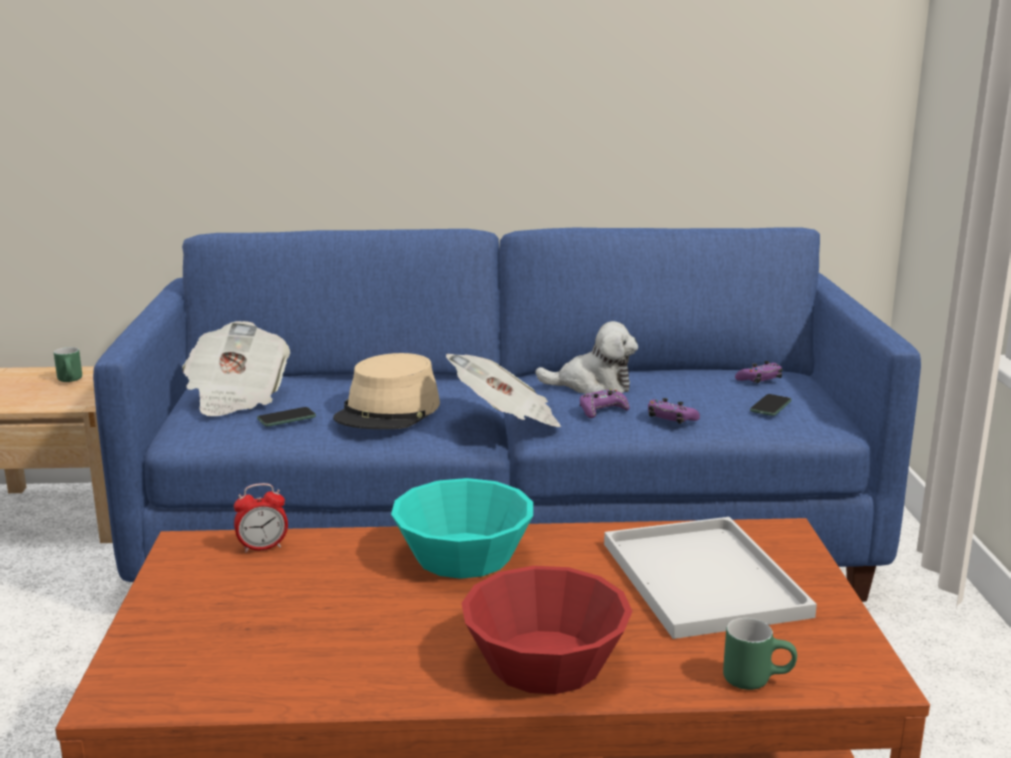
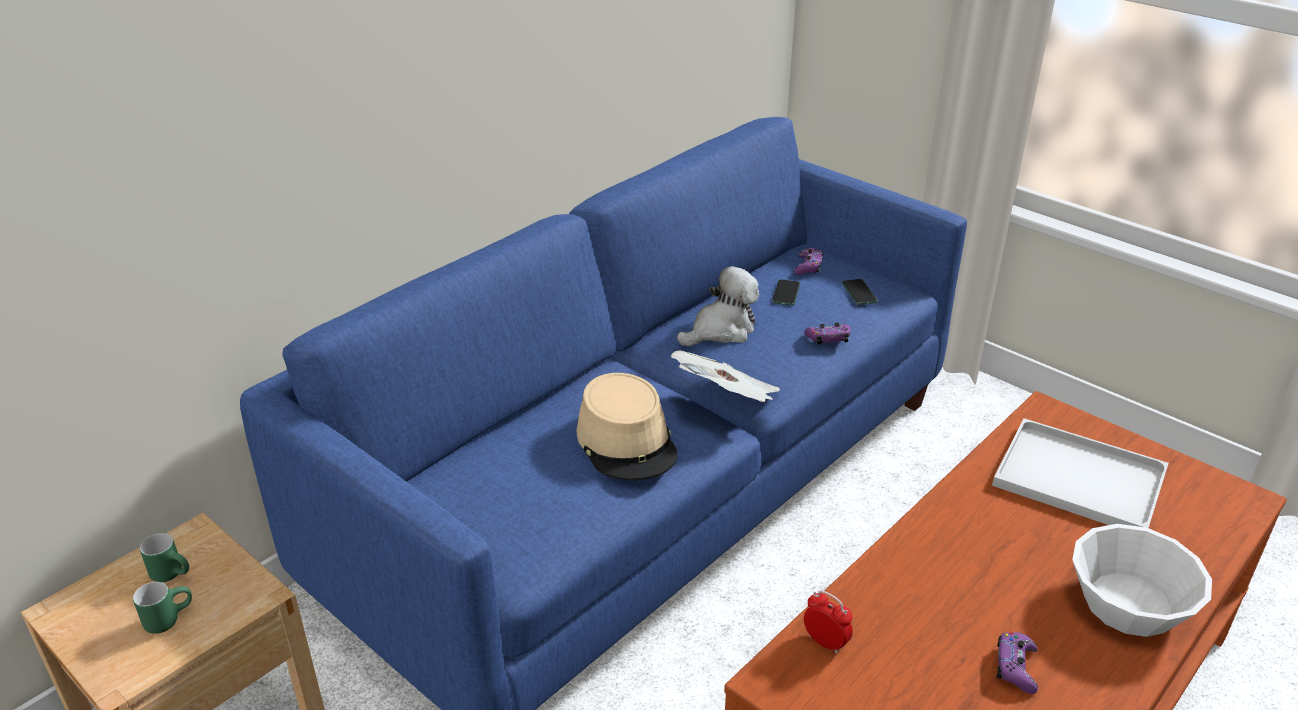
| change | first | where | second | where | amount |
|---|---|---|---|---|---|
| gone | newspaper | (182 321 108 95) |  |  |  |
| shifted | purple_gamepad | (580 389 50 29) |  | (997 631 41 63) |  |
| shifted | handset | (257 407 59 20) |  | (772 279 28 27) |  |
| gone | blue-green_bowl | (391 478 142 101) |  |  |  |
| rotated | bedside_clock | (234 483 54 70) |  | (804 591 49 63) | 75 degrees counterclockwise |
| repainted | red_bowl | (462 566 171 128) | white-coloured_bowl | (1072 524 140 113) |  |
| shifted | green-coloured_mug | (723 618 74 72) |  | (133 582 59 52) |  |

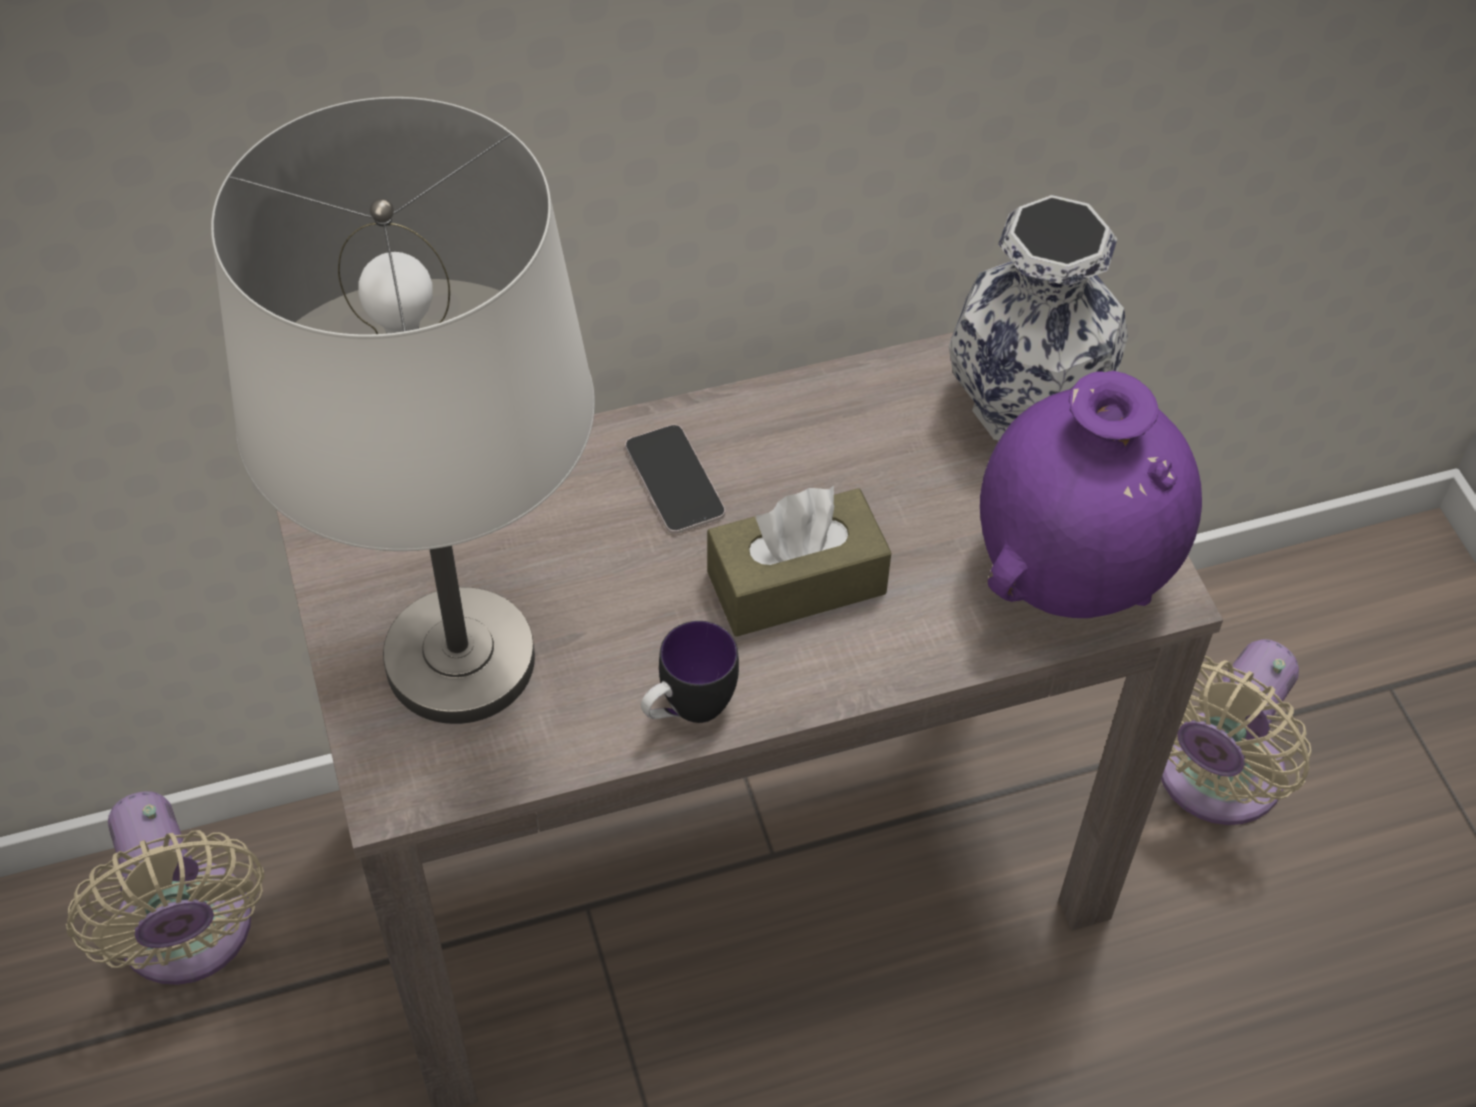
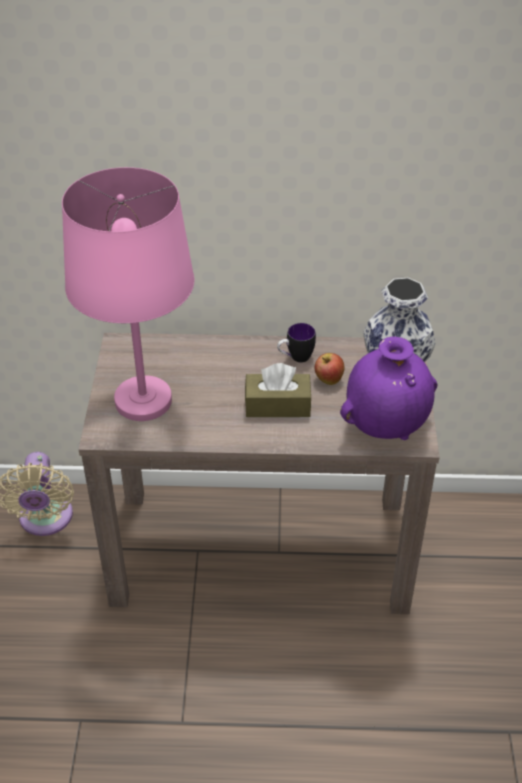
| change | first | where | second | where | amount |
|---|---|---|---|---|---|
| repainted | white-coloured_tabletop_lamp | (211 97 384 627) | pinkish_tabletop_lamp | (62 167 132 254) |  |
| gone | handset | (625 424 100 110) |  |  |  |
| shifted | mug | (641 621 98 102) |  | (277 323 39 39) |  |
| gone | sand-coloured_fan | (1161 639 151 186) |  |  |  |
| new |  |  | whole_apple | (315 353 29 32) |  |

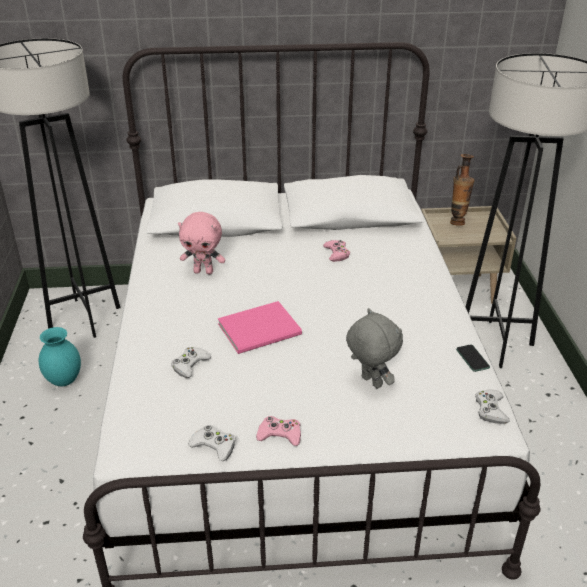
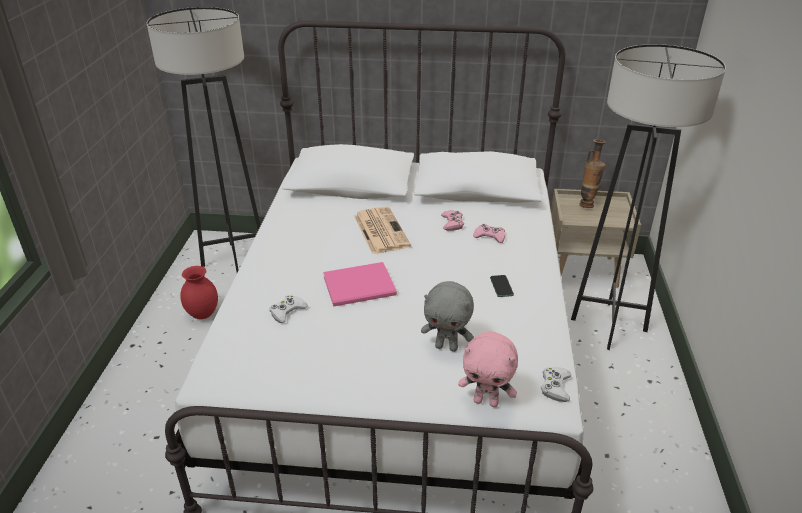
| change | first | where | second | where | amount |
|---|---|---|---|---|---|
| shifted | pinkish_plush_toy | (178 212 47 62) |  | (458 332 60 75) |  |
| rotated | gray_plush_toy | (346 308 57 81) |  | (421 281 53 71) | 135 degrees clockwise |
| repainted | blue-green_vase | (39 327 42 59) | red_vase | (180 266 38 53) |  |
| shifted | handset | (456 345 34 27) |  | (490 275 24 22) |  |
| shifted | pinkish_gamepad | (256 416 45 30) |  | (473 224 32 19) |  |
| gone | white-coloured_gamepad | (188 425 48 36) |  |  |  |
| new |  |  | newspaper | (354 207 57 47) |  |

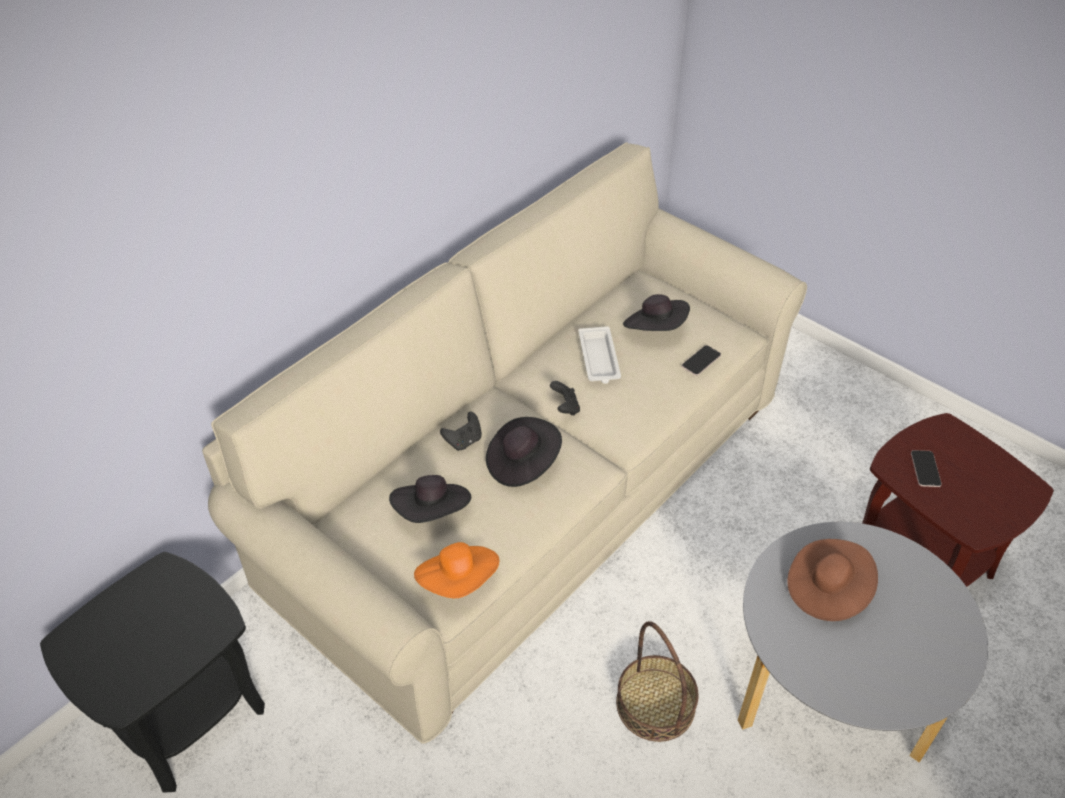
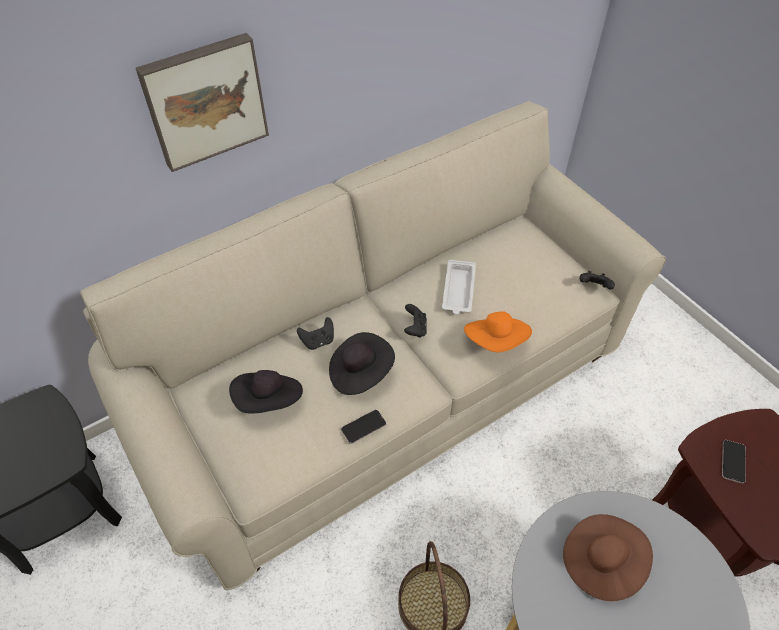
| change | first | where | second | where | amount |
|---|---|---|---|---|---|
| gone | black_hat | (623 294 67 37) |  |  |  |
| shifted | handset | (682 345 39 30) |  | (341 410 45 34) |  |
| shifted | orangey_hat | (414 542 85 56) |  | (464 311 68 41) |  |
| new |  |  | wall_art | (136 33 133 139) |  |
| new |  |  | black_gamepad | (579 271 36 19) |  |

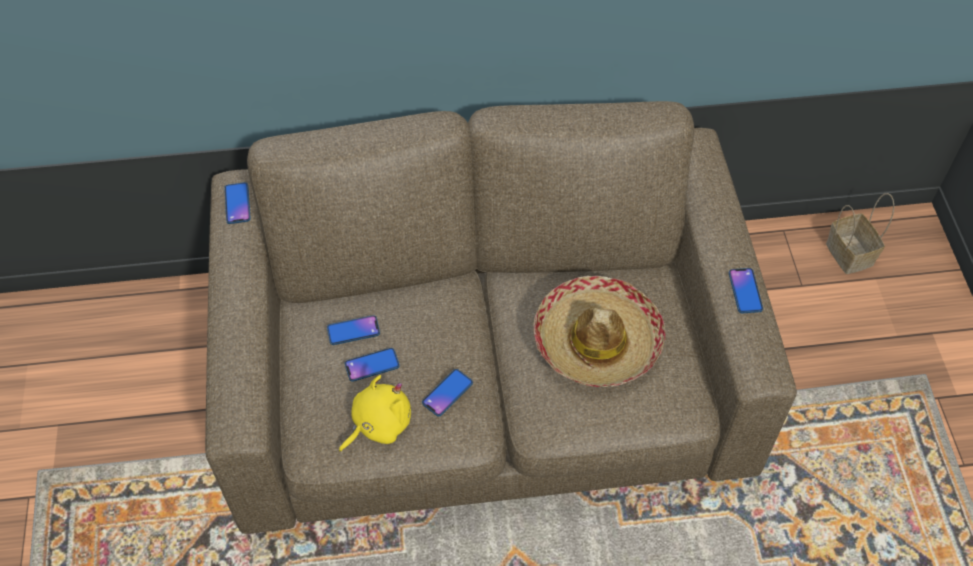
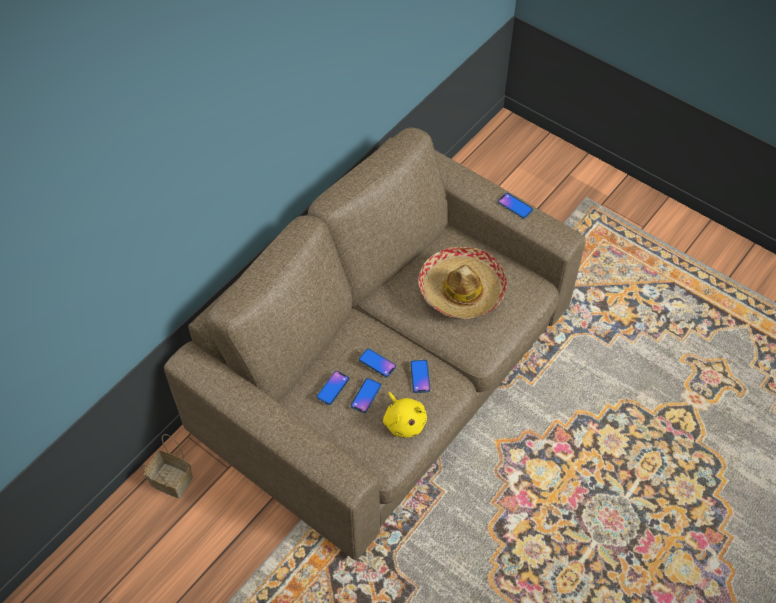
| change | first | where | second | where | amount |
|---|---|---|---|---|---|
| shifted | handset | (224 182 27 42) |  | (359 348 37 30) |  |
| shifted | storage_basket | (826 193 68 81) |  | (142 434 51 64) |  |
| rotated | yellowish_plush_toy | (339 375 72 77) |  | (383 392 44 46) | 150 degrees clockwise |

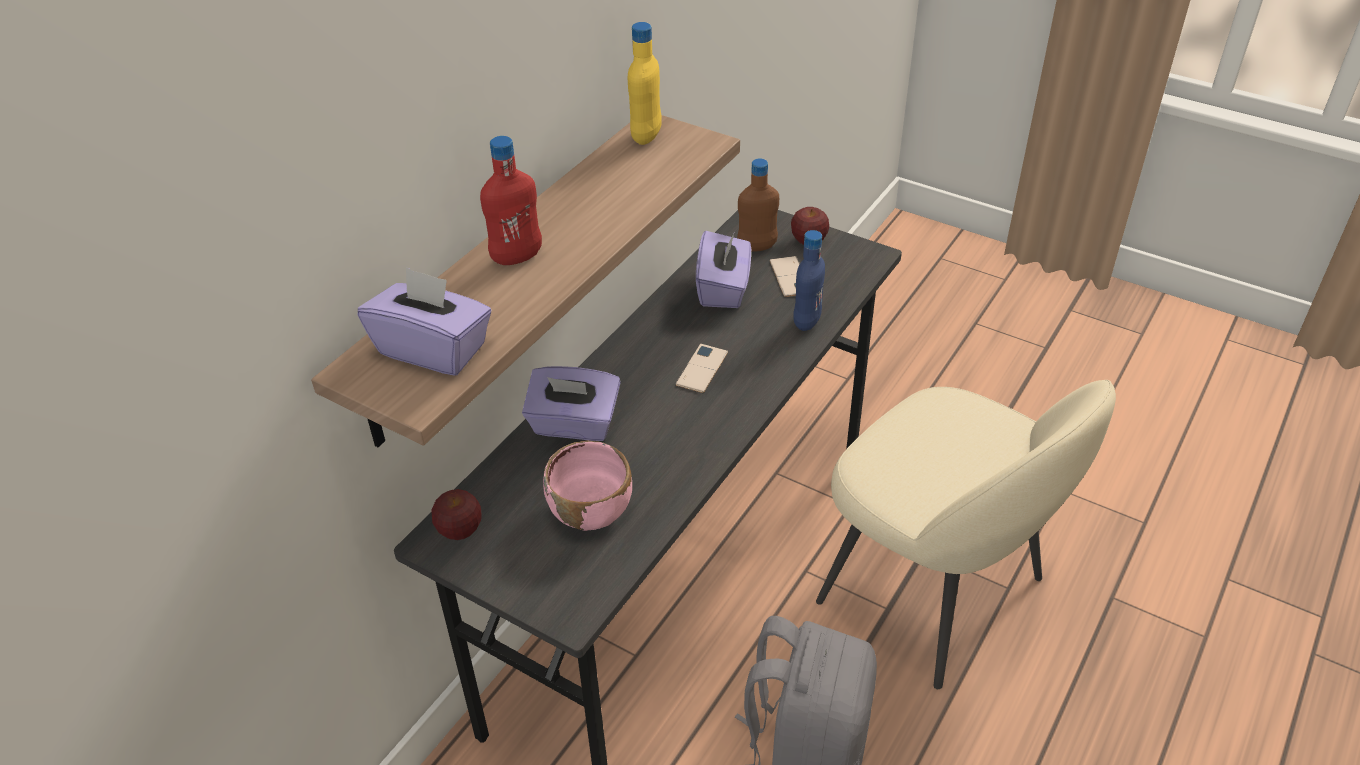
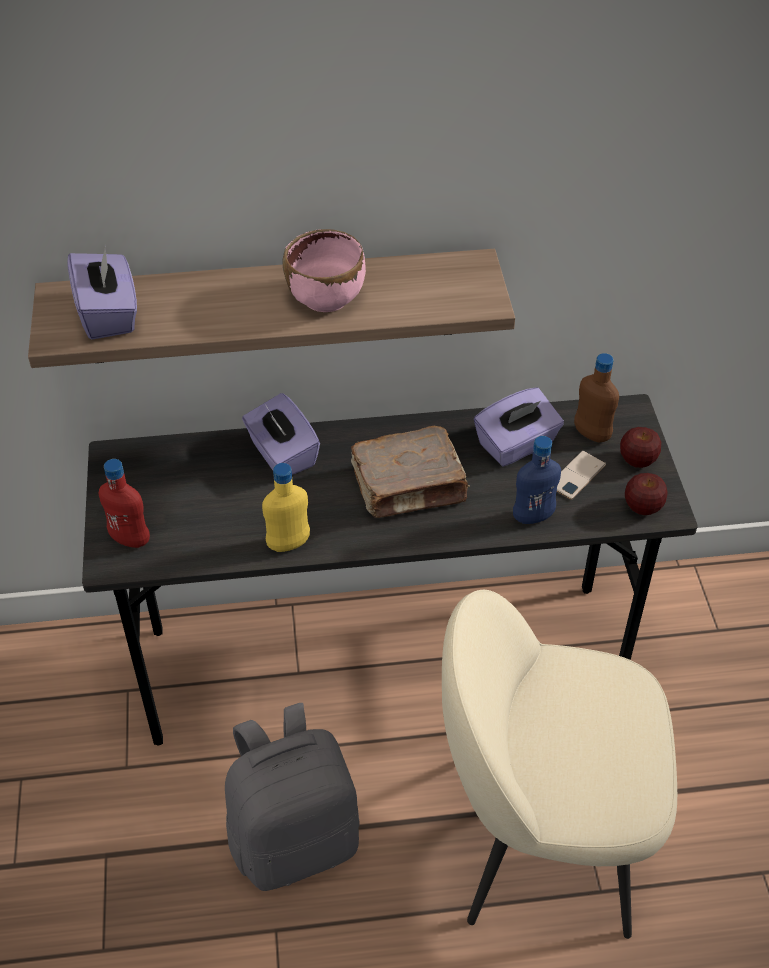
| change | first | where | second | where | amount |
|---|---|---|---|---|---|
| shifted | yellowish_bottle | (628 22 34 123) |  | (262 463 48 89) |  |
| shifted | red_bottle | (480 136 62 129) |  | (99 459 51 89) |  |
| swapped | handset | (675 344 53 49) | brown_bound_book | (351 426 119 92) |  |
| rotated | sand-coloured_plain_chair | (816 380 300 309) |  | (442 590 235 349) | 90 degrees clockwise |
| shifted | pinkish_bowl | (543 441 89 90) |  | (282 229 84 83) |  |
| shifted | whole_apple | (431 489 51 51) |  | (625 473 43 42) |  |

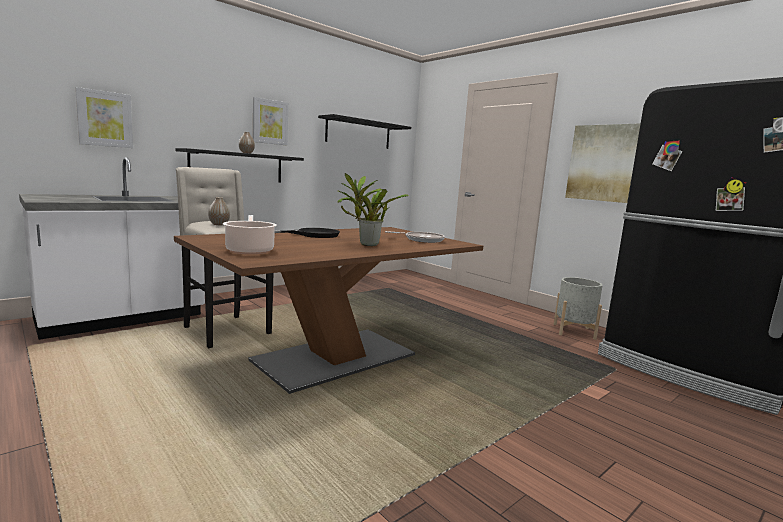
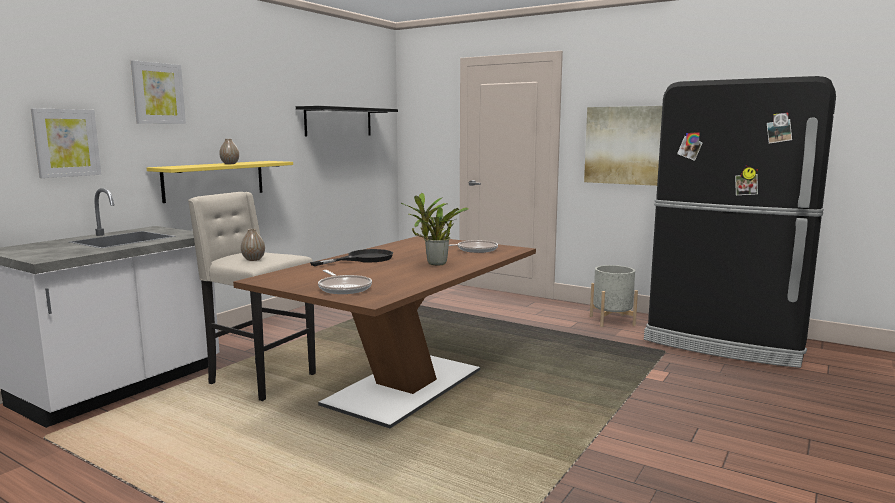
| change | first | where | second | where | amount |
|---|---|---|---|---|---|
| shifted | wall_art | (253 97 35 48) |  | (131 60 55 64) |  |
| repainted | black_bracket_shelf | (175 148 129 35) | yellowish_bracket_shelf | (147 161 146 42) |  |
| swapped | cooking_pot | (223 215 54 39) | skillet | (318 270 54 24) |  |

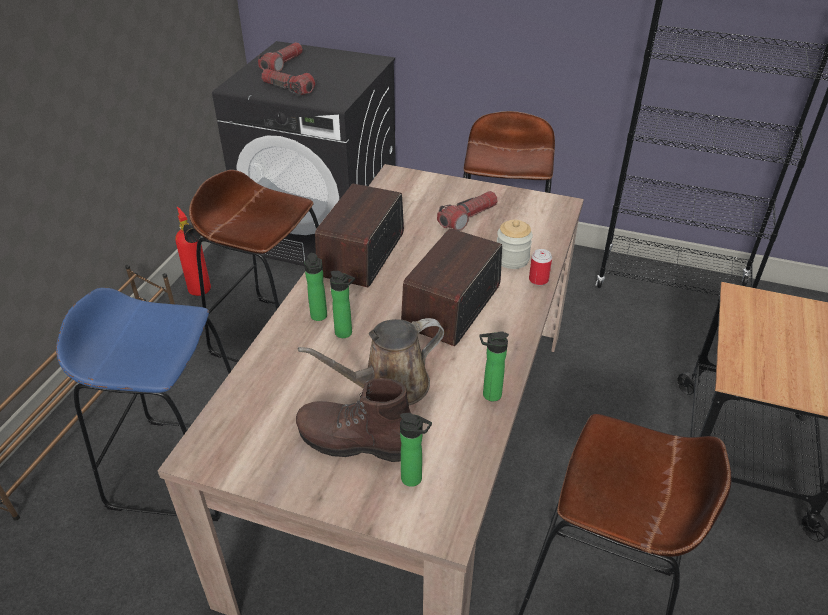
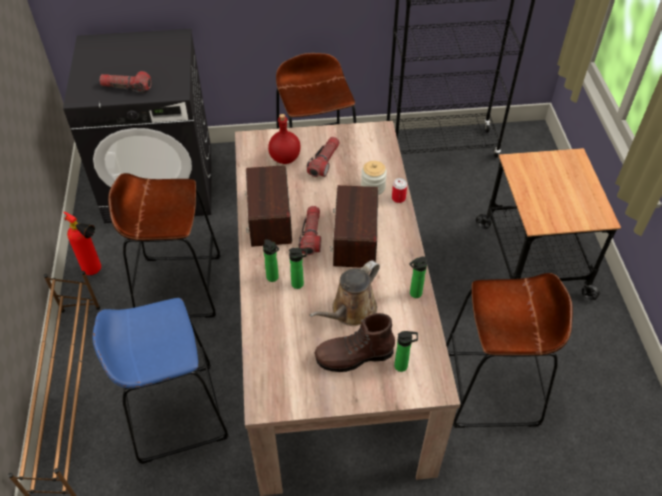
| change | first | where | second | where | amount |
|---|---|---|---|---|---|
| shifted | hand_torch | (258 42 45 30) |  | (299 206 22 49) |  |
| new |  |  | red_bottle | (268 114 33 50) |  |

